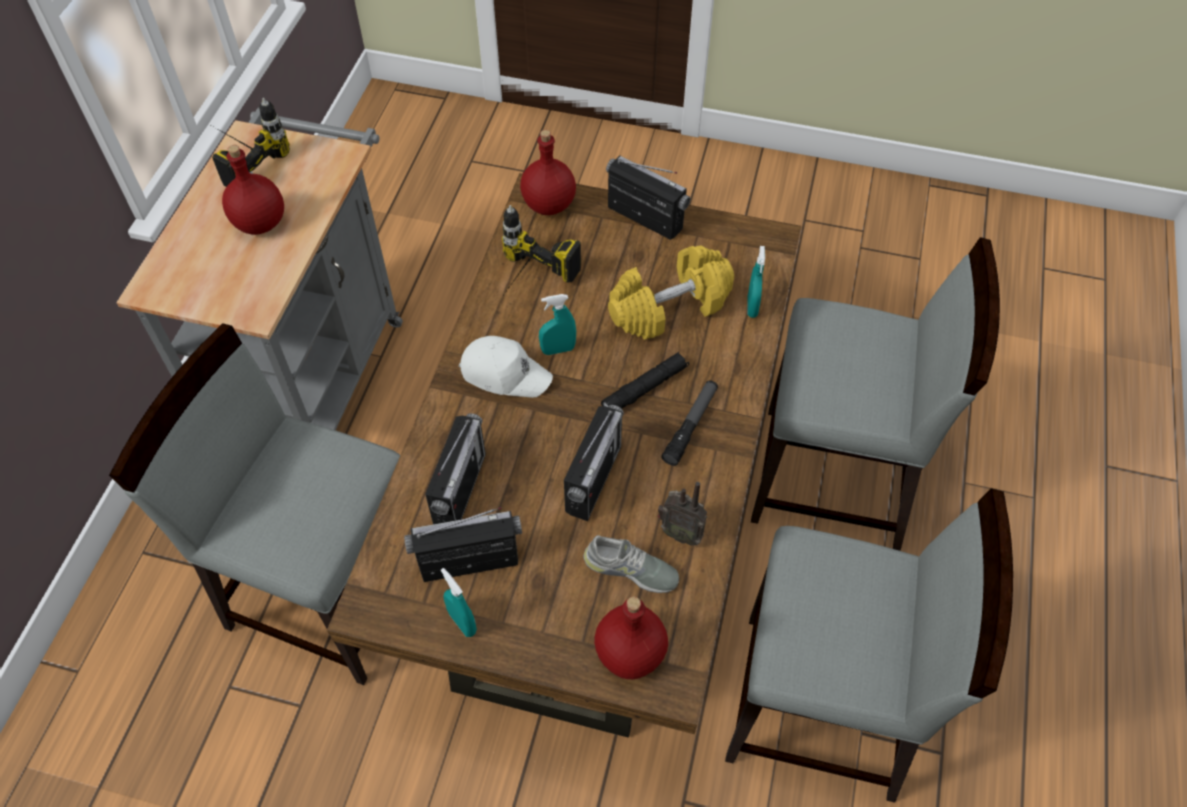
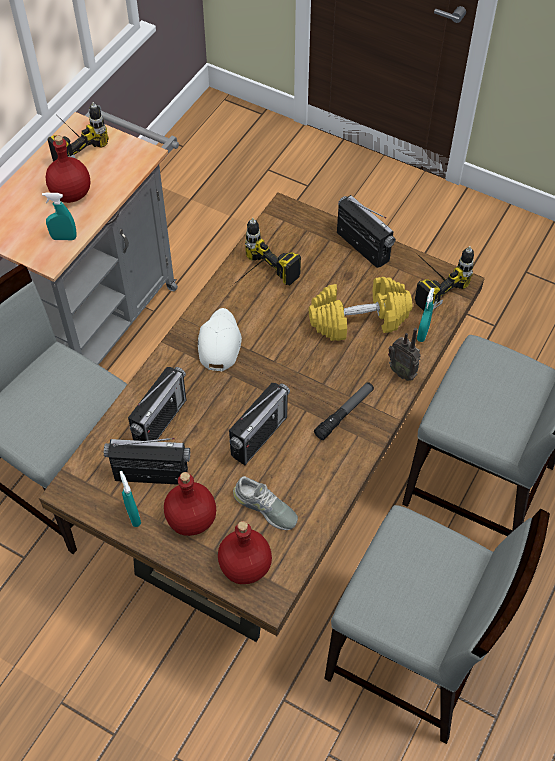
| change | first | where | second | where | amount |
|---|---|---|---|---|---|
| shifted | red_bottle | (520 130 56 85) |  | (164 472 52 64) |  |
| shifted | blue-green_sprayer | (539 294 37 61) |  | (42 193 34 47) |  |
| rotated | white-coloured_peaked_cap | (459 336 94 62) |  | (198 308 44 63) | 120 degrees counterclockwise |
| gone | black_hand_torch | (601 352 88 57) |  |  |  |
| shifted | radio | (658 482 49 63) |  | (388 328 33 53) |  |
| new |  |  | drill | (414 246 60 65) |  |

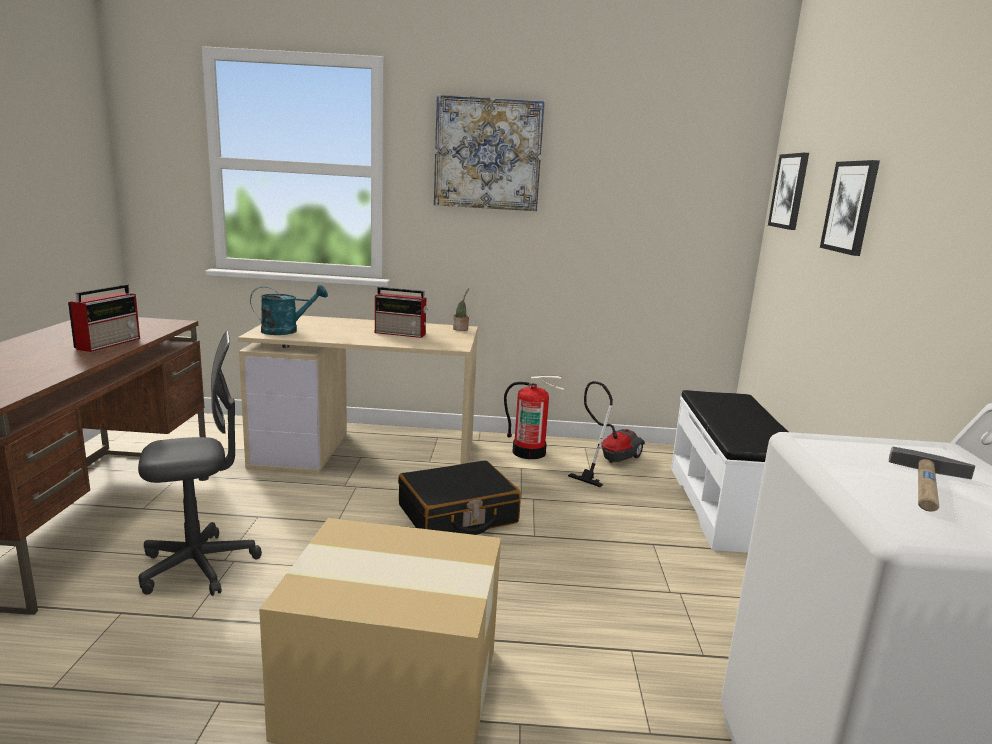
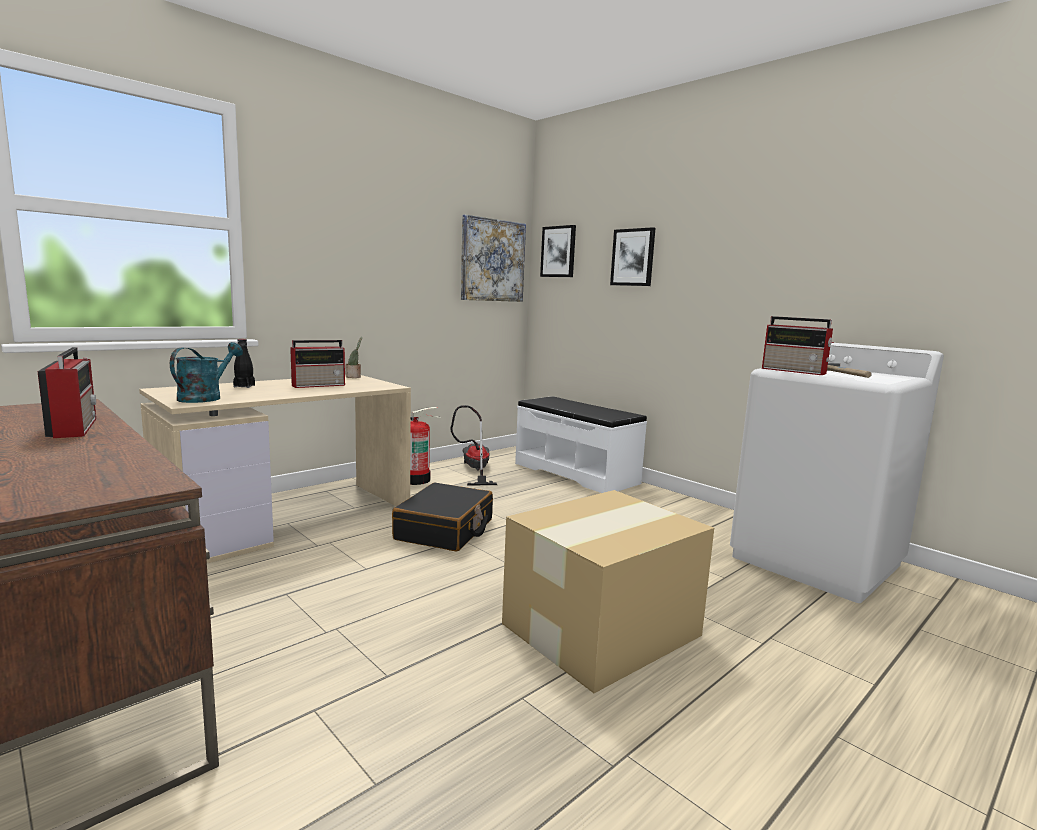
| change | first | where | second | where | amount |
|---|---|---|---|---|---|
| shifted | wall_art | (434 94 111 117) |  | (461 215 65 87) |  |
| gone | gray_desk_chair | (138 331 124 265) |  |  |  |
| new |  |  | radio | (762 316 72 59) |  |
| new |  |  | black_bottle | (233 339 22 49) |  |

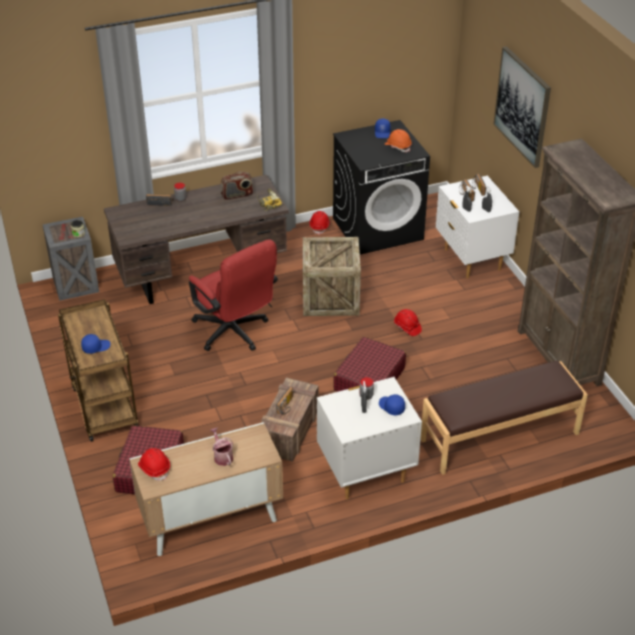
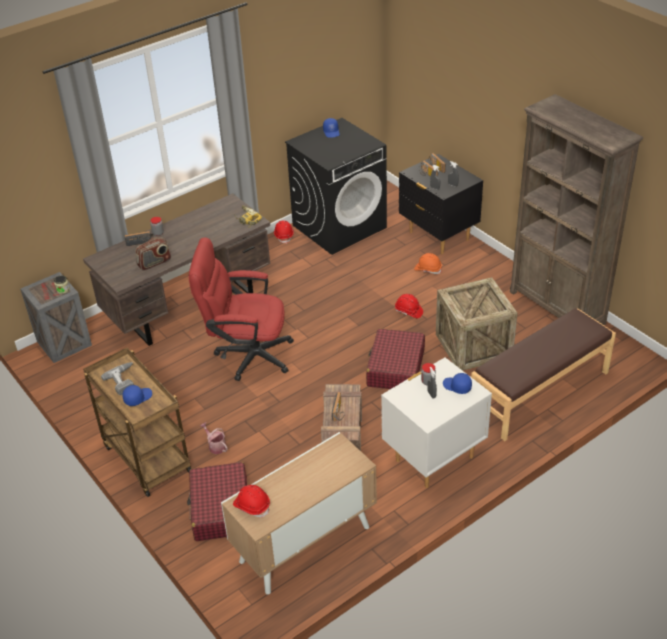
| change | first | where | second | where | amount |
|---|---|---|---|---|---|
| gone | wall_art | (493 46 58 122) |  |  |  |
| shifted | orangey_work_helmet | (384 129 28 23) |  | (414 253 28 21) |  |
| shifted | radio | (220 171 34 29) |  | (135 237 36 34) |  |
| repainted | white-coloured_bedside_table | (436 176 83 102) | black_bedside_table | (399 154 84 100) |  |
| shifted | packing_crate | (303 237 58 79) |  | (436 277 82 94) |  |
| rotated | red_desk_chair | (189 239 89 112) |  | (189 237 105 144) | 150 degrees clockwise |
| shifted | sprinkling_can | (210 427 23 39) |  | (200 422 28 32) |  |
| new |  |  | drill | (101 362 33 34) |  |

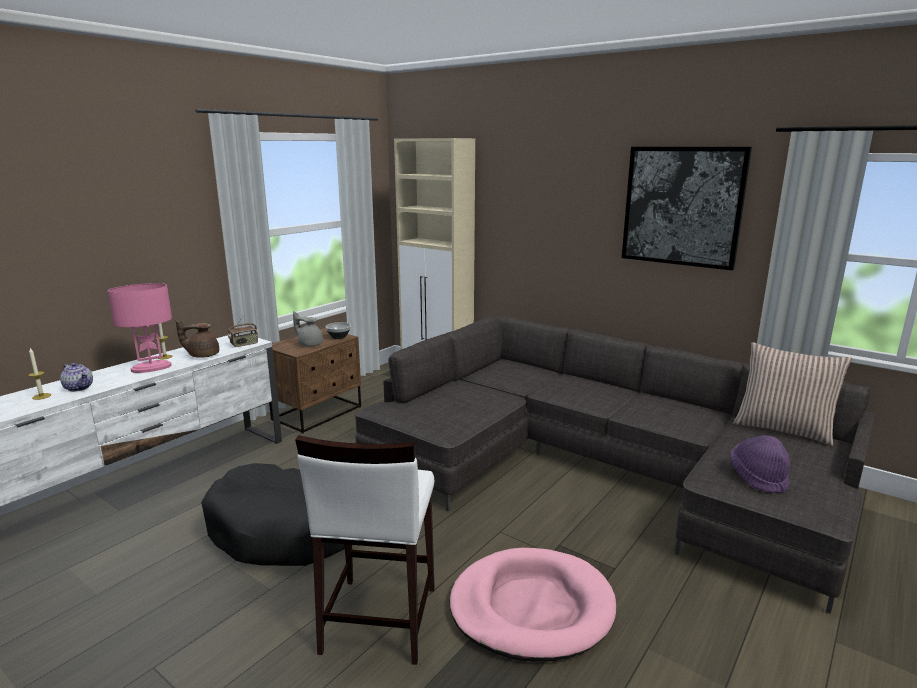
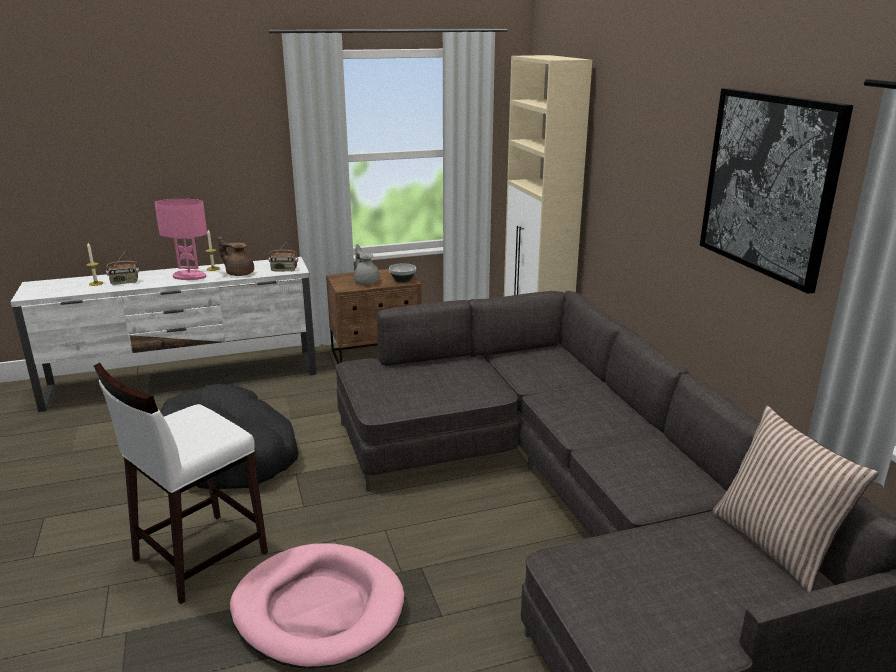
| change | first | where | second | where | amount |
|---|---|---|---|---|---|
| swapped | pot_for_tea | (60 363 33 29) | radio | (106 253 33 32) |  |
| gone | purple_hat | (730 435 60 58) |  |  |  |

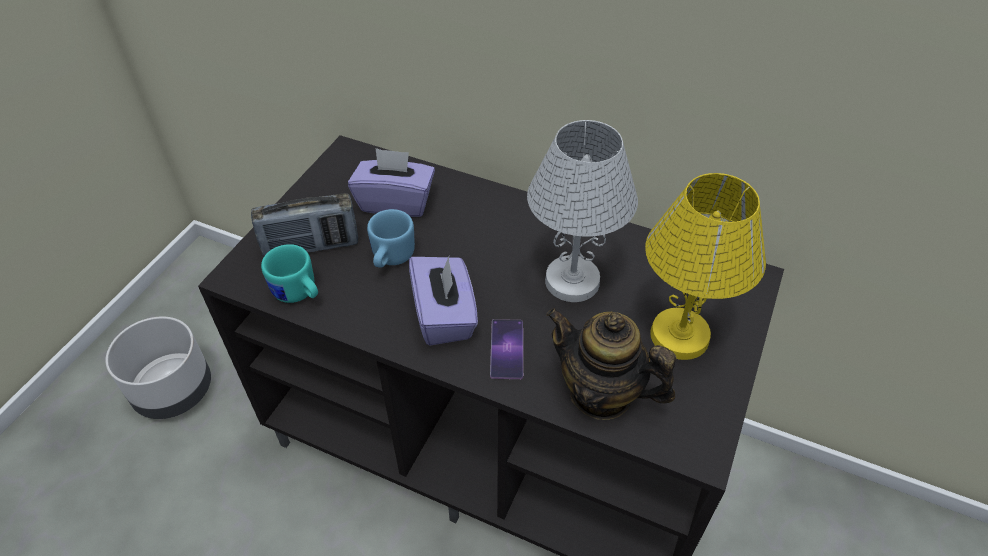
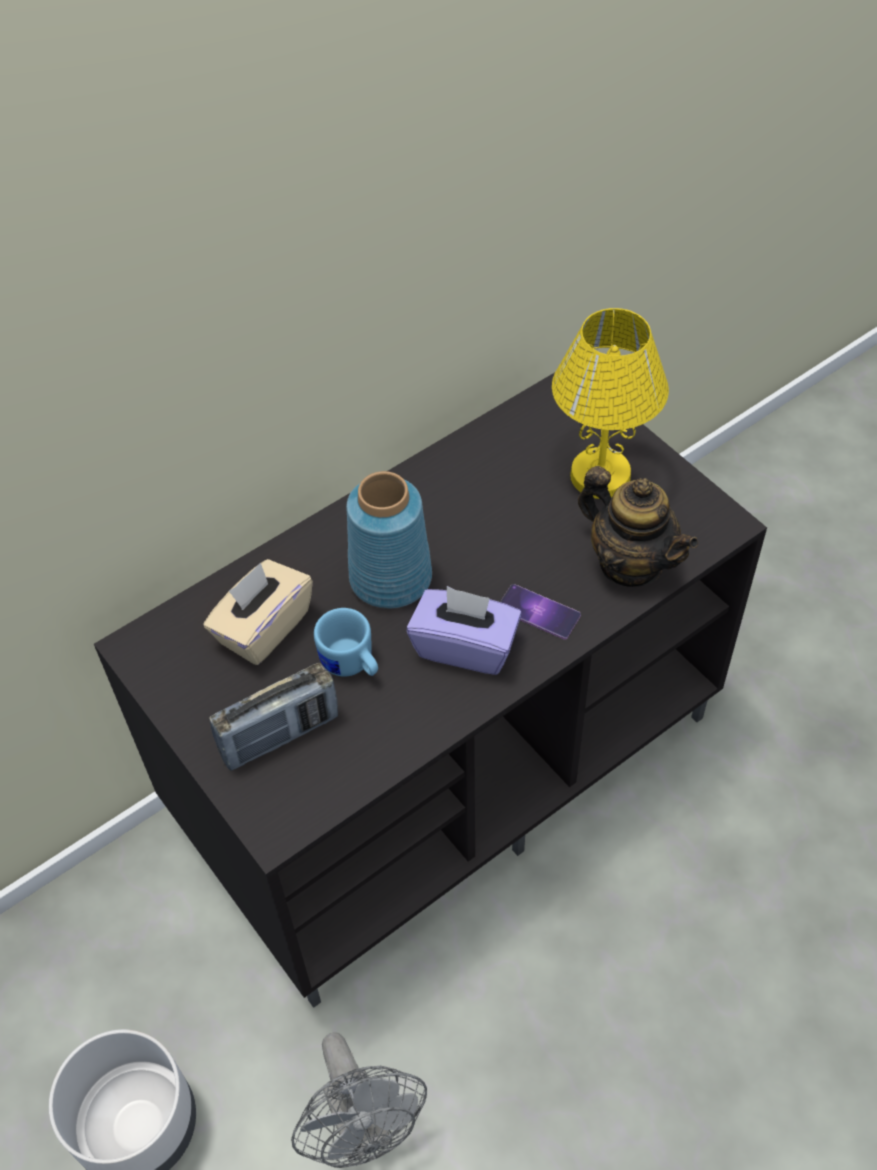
| change | first | where | second | where | amount |
|---|---|---|---|---|---|
| gone | white-coloured_tabletop_lamp | (527 120 111 182) |  |  |  |
| repainted | purple_tissue_holder | (348 148 87 69) | sand-coloured_tissue_holder | (203 559 110 106) |  |
| rotated | radio | (251 193 107 64) |  | (209 663 129 108) | 45 degrees clockwise |
| gone | blue-green_mug | (261 244 57 59) |  |  |  |
| rotated | pot_for_tea | (546 308 130 112) |  | (578 466 120 121) | 105 degrees counterclockwise |
| new |  |  | blue_vase | (346 471 86 138) |  |
| new |  |  | gray_fan | (291 1032 136 136) |  |

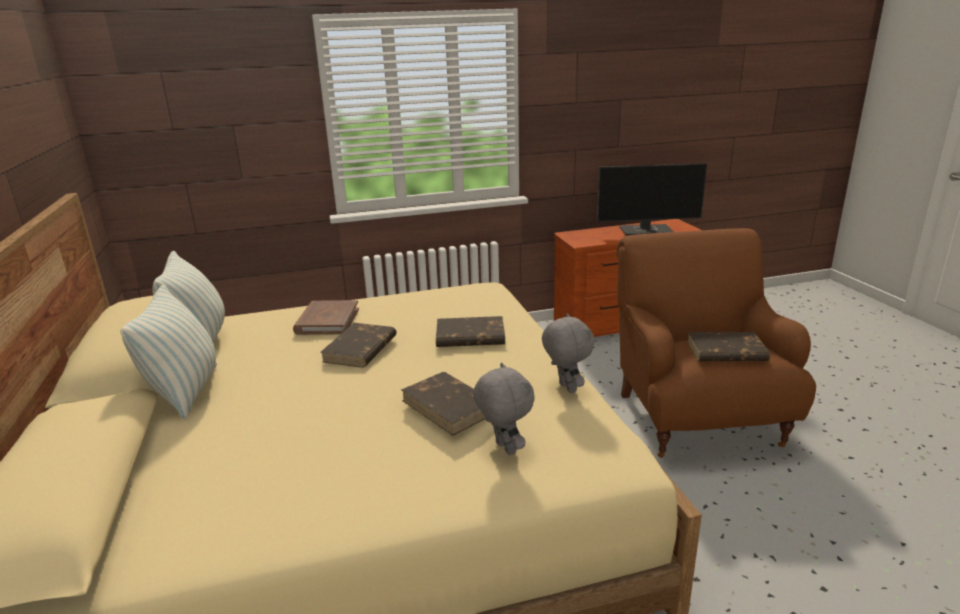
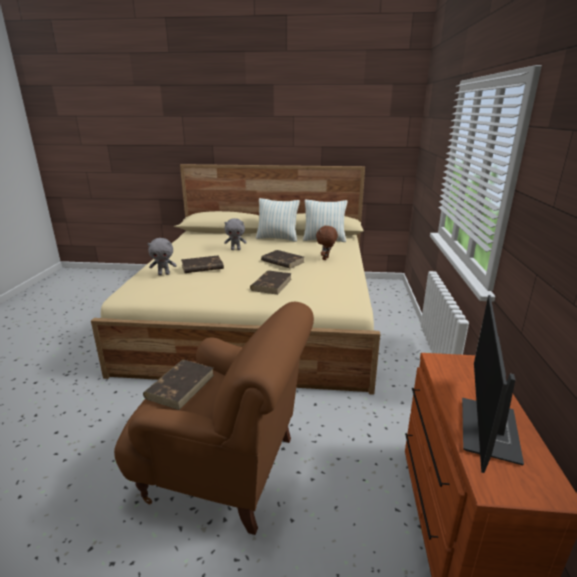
| change | first | where | second | where | amount |
|---|---|---|---|---|---|
| swapped | brown_bound_book | (293 300 66 35) | brown_plush_toy | (316 225 22 35) |  |
| shifted | gray_plush_toy | (542 313 52 80) |  | (224 218 23 32) |  |

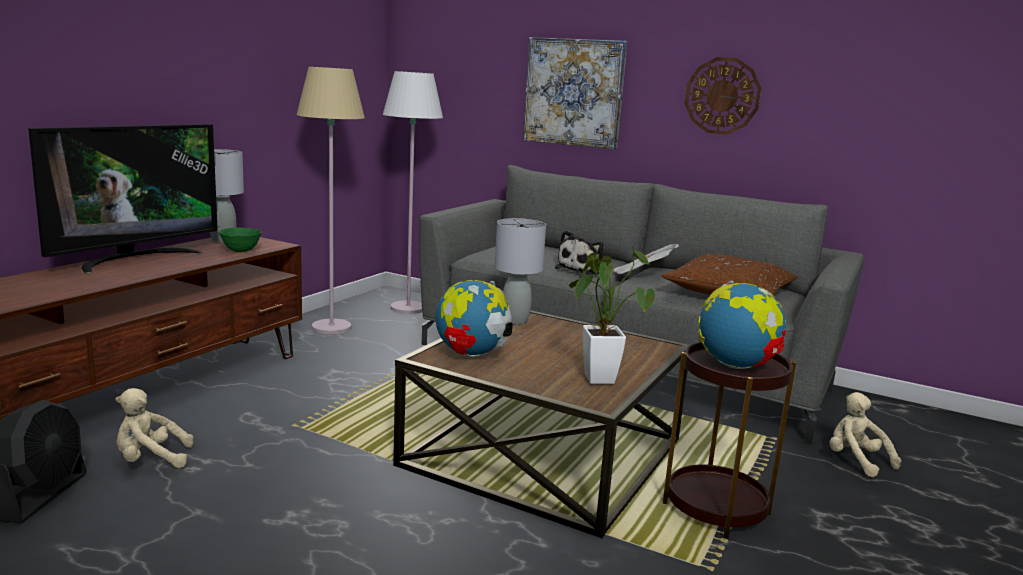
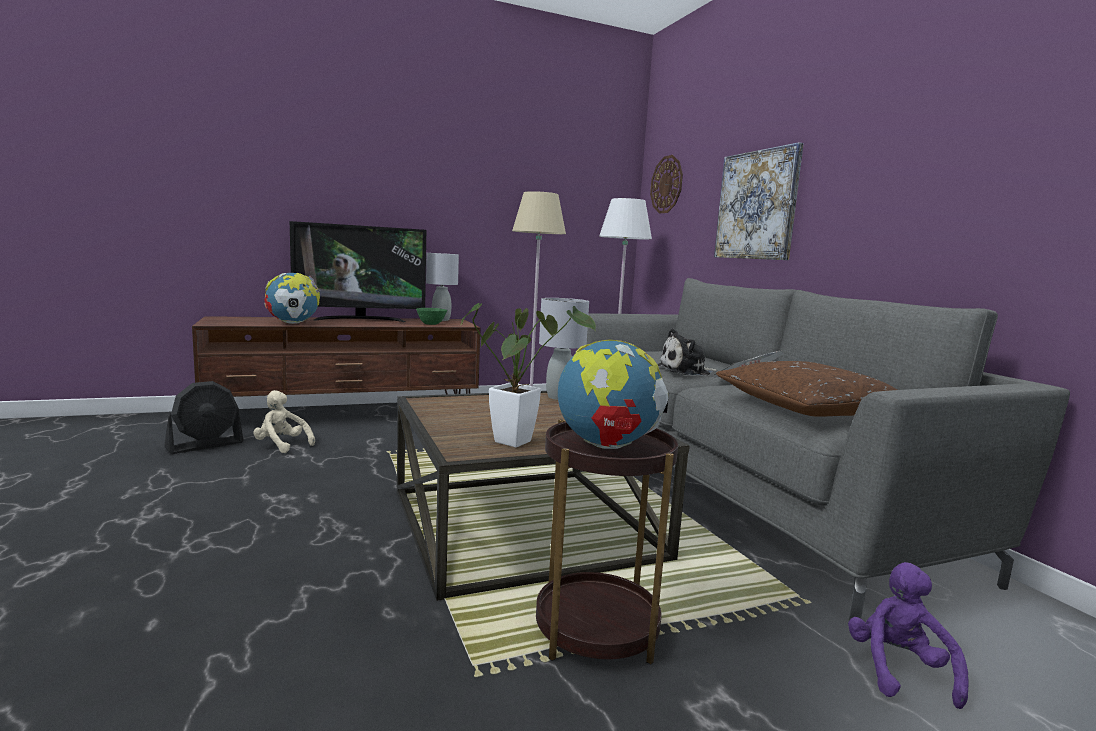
| change | first | where | second | where | amount |
|---|---|---|---|---|---|
| shifted | clock_on_the_wall | (685 57 76 78) |  | (650 155 33 59) |  |
| shifted | desk_globe | (436 280 77 77) |  | (264 273 56 51) |  |
| repainted | sand-coloured_plush_toy | (829 392 72 85) | purple_plush_toy | (848 562 121 147) |  |

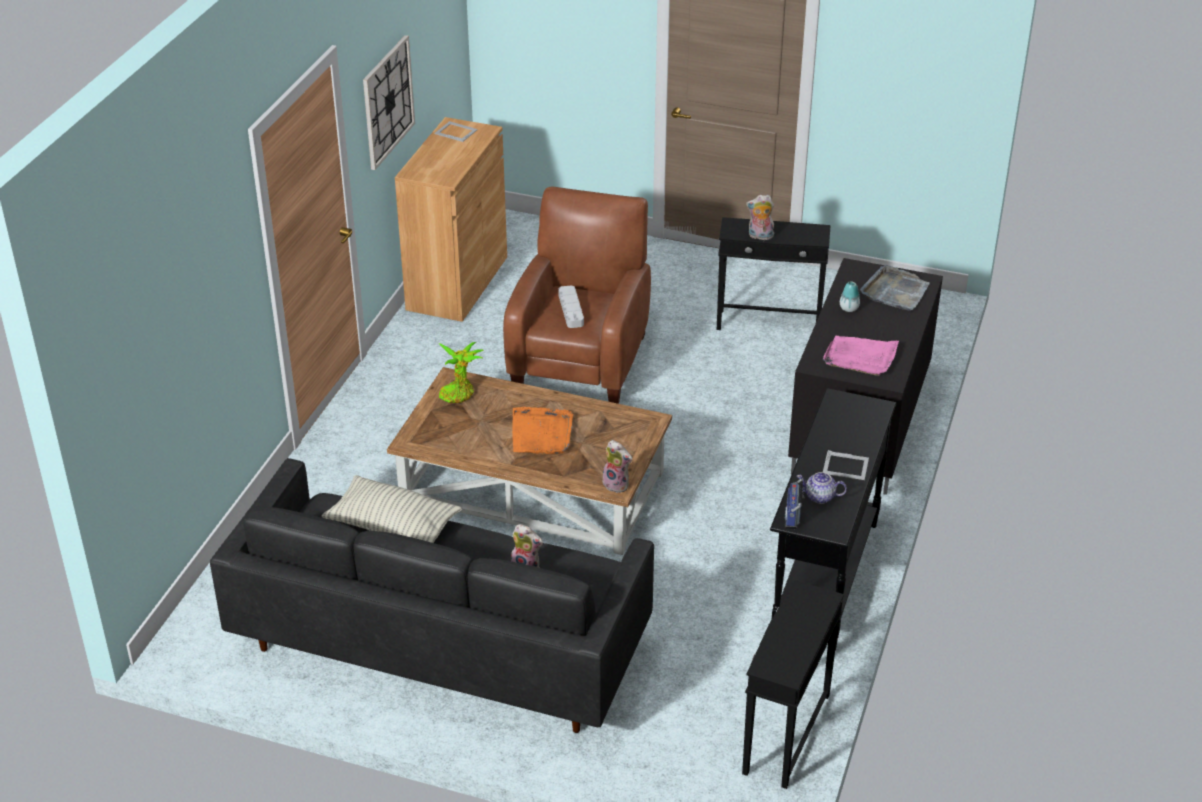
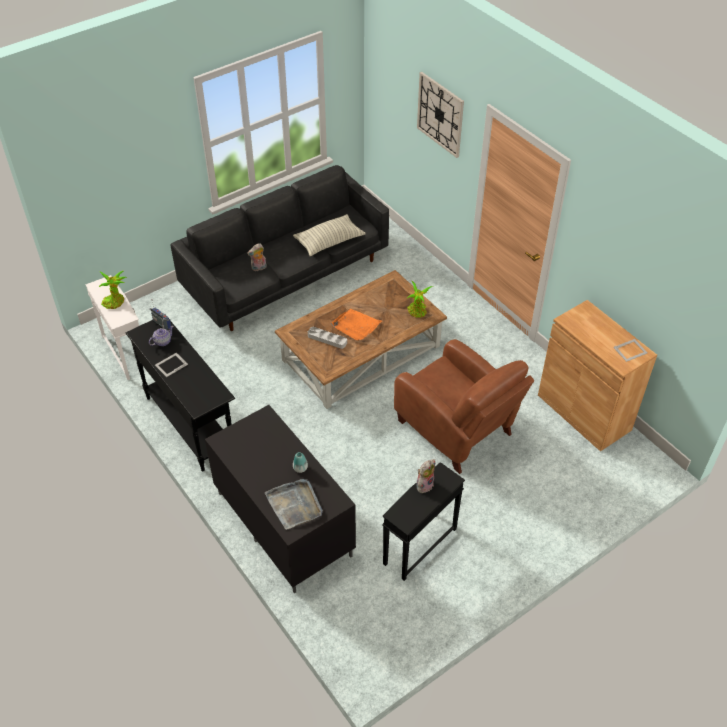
| change | first | where | second | where | amount |
|---|---|---|---|---|---|
| shifted | clock_on_the_wall | (363 35 52 135) |  | (417 72 47 86) |  |
| shifted | gray_tray | (558 286 26 42) |  | (308 327 39 22) |  |
| gone | pinkish_tray | (823 336 76 40) |  |  |  |
| gone | plush_toy | (602 440 30 53) |  |  |  |
| repainted | black_end_table | (742 580 102 209) | white-coloured_end_table | (86 275 61 105) |  |
| new |  |  | houseplant | (99 271 28 38) |  |

